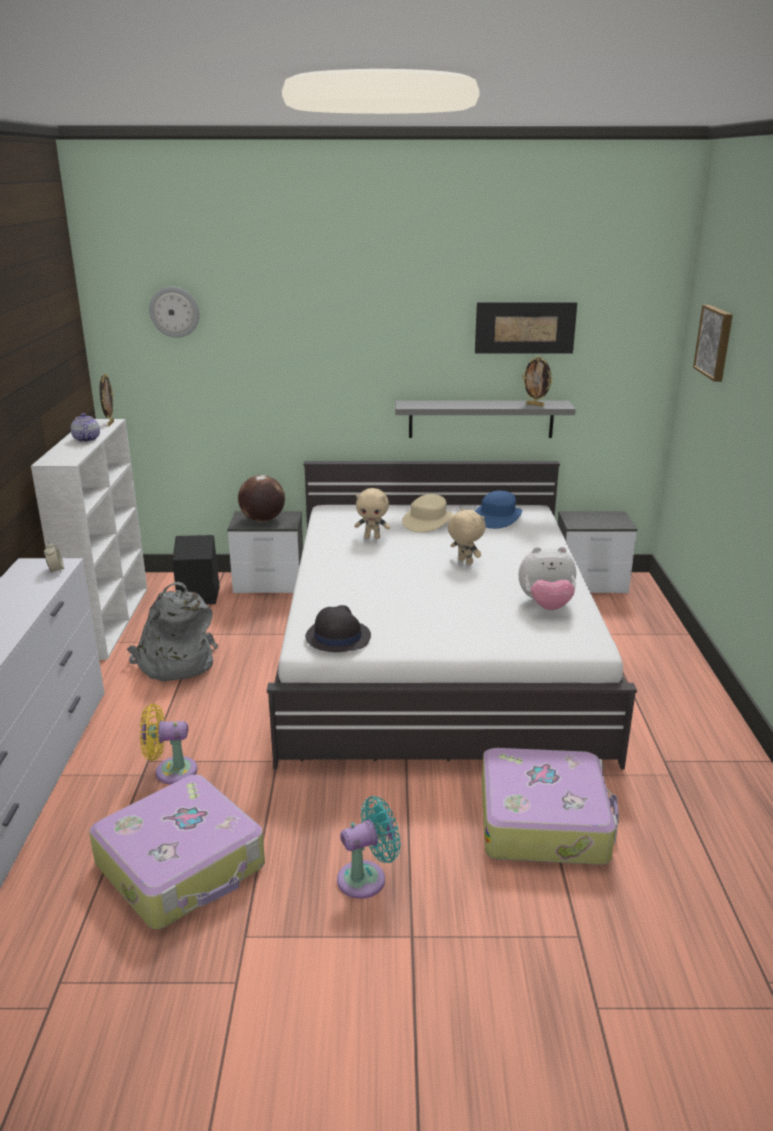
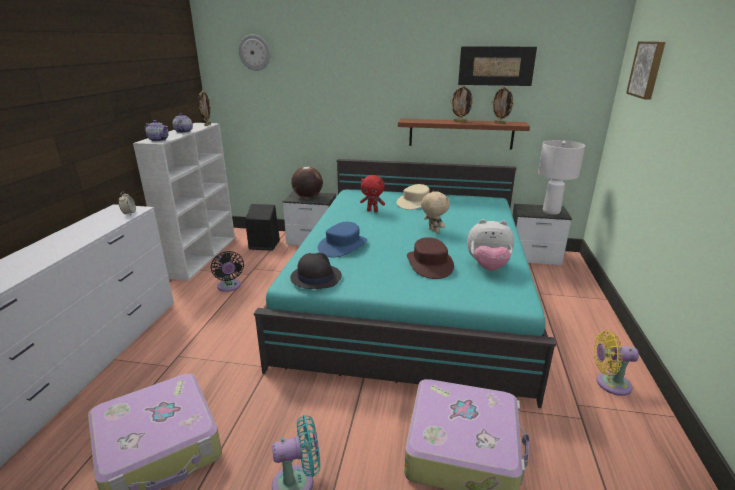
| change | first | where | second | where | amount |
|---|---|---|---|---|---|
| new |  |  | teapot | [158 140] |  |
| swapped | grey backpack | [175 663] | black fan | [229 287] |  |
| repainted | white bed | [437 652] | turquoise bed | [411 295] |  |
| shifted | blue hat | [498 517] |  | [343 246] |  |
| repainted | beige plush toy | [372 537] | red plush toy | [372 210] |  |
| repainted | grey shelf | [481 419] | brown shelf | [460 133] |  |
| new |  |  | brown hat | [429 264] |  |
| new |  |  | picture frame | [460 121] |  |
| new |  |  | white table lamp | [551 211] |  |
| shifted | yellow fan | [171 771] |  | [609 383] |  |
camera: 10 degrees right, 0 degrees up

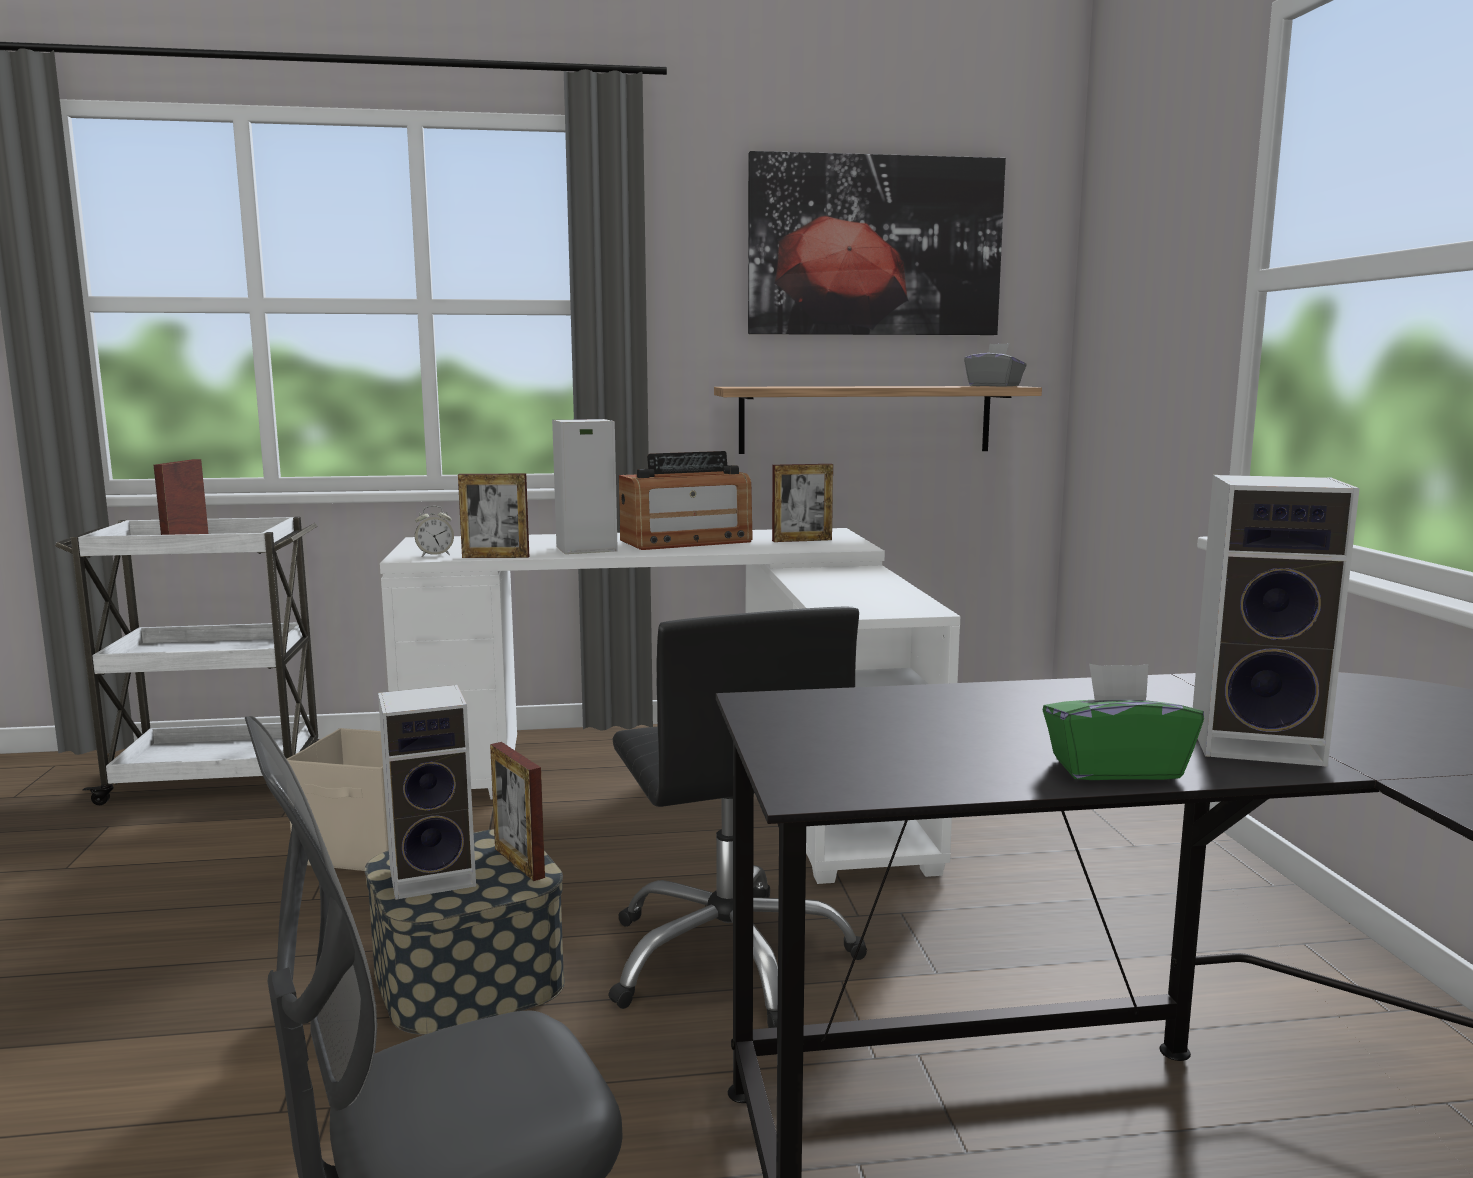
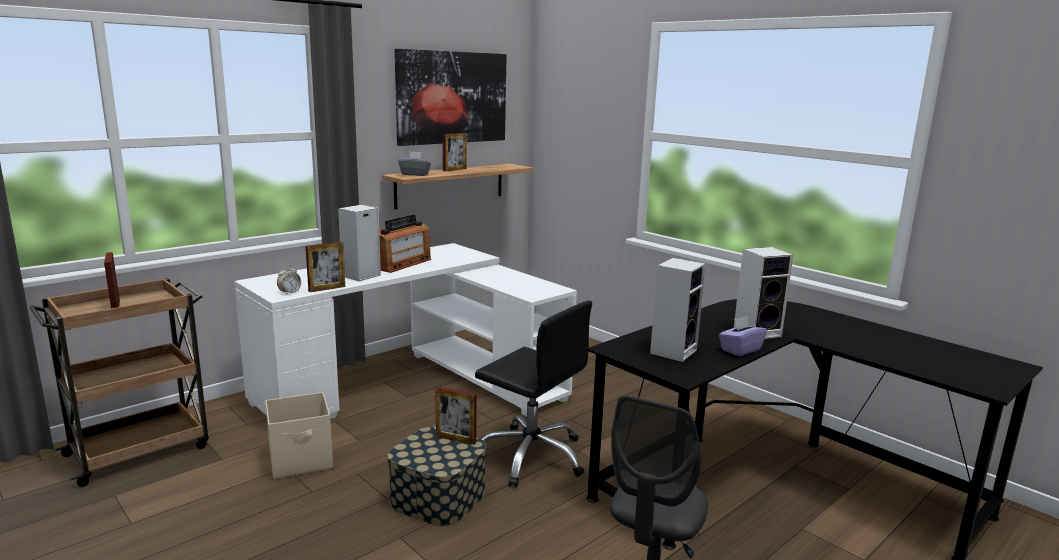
| change | first | where | second | where | amount |
|---|---|---|---|---|---|
| repainted | white cart | [218 778] | brown cart | [140 450] |  |
| shifted | grey tissue box | [994 386] |  | [415 174] |  |
| shifted | picture frame | [802 540] |  | [454 169] |  |
| shifted | speaker | [436 876] |  | [673 351] |  |
| repainted | green tissue box | [1115 768] | purple tissue box | [740 350] |  |
camera: 35 degrees left, 5 degrees up

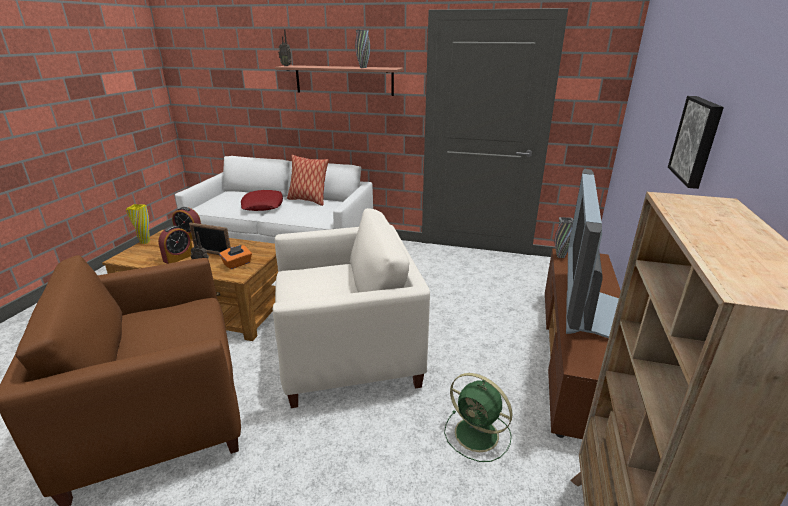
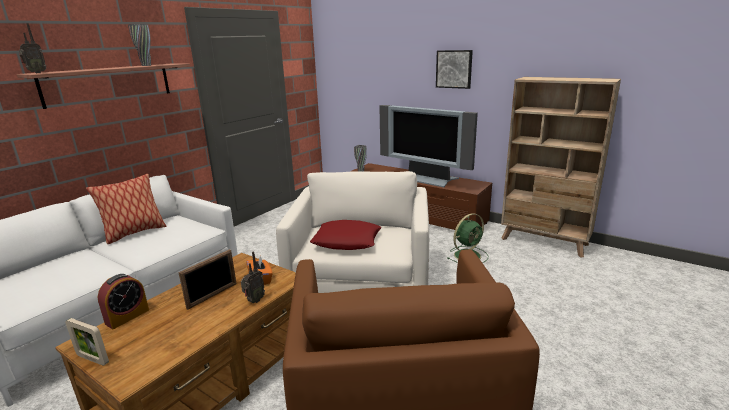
| change | first | where | second | where | amount |
|---|---|---|---|---|---|
| swapped | yellow vase | [145 242] | picture frame | [92 359] |  |
| shifted | red pillow | [263 205] |  | [347 241] |  |
| gone | alarm clock | [178 258] |  |  |  |
camera: 70 degrees left, 5 degrees down

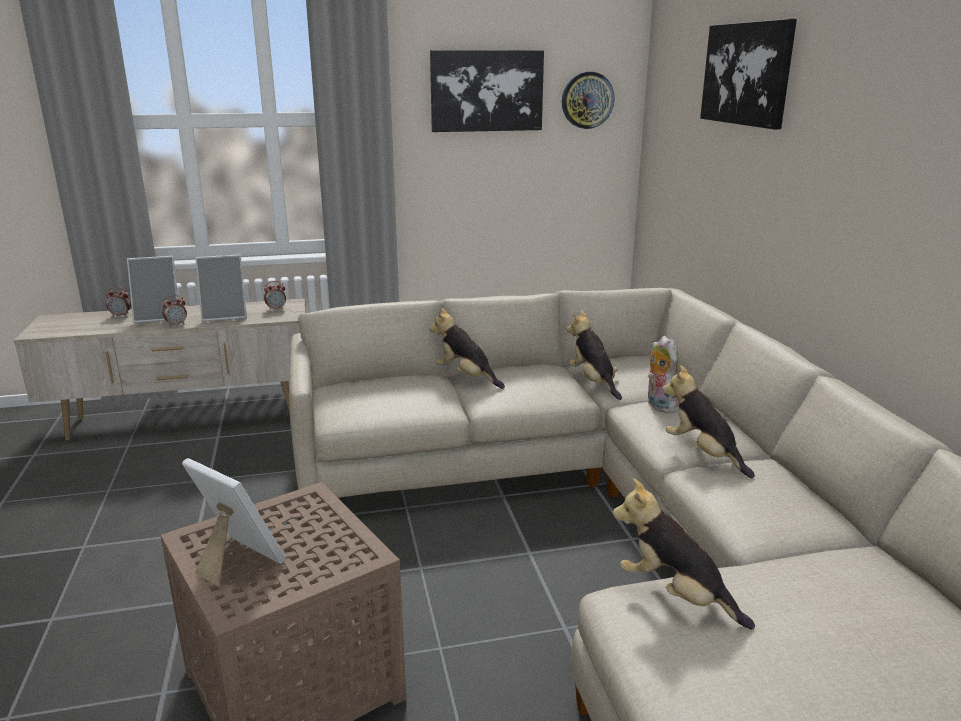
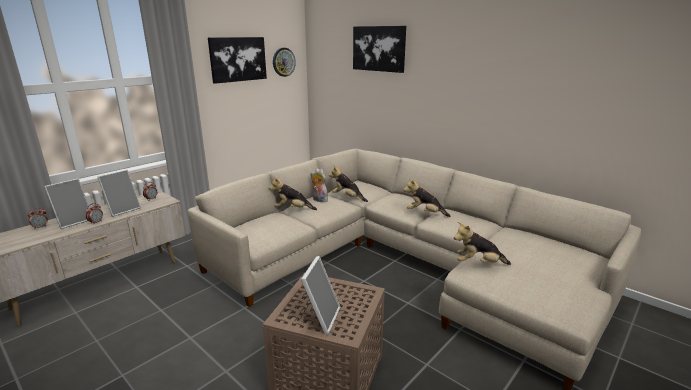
| change | first | where | second | where | amount |
|---|---|---|---|---|---|
| rotated | picture frame | [236 561] |  | [319 318] | 105 degrees clockwise |
| shifted | plush toy | [658 405] |  | [319 200] |  |
camera: 35 degrees left, 0 degrees up

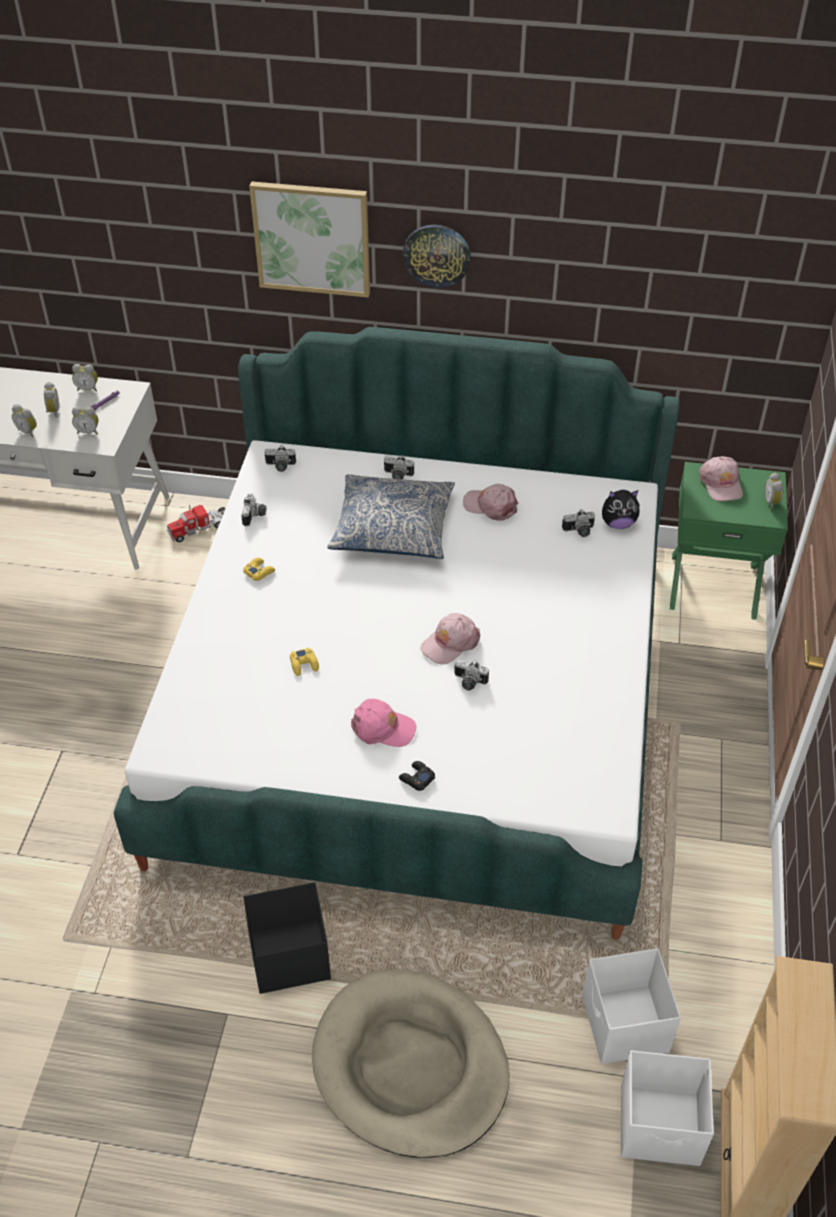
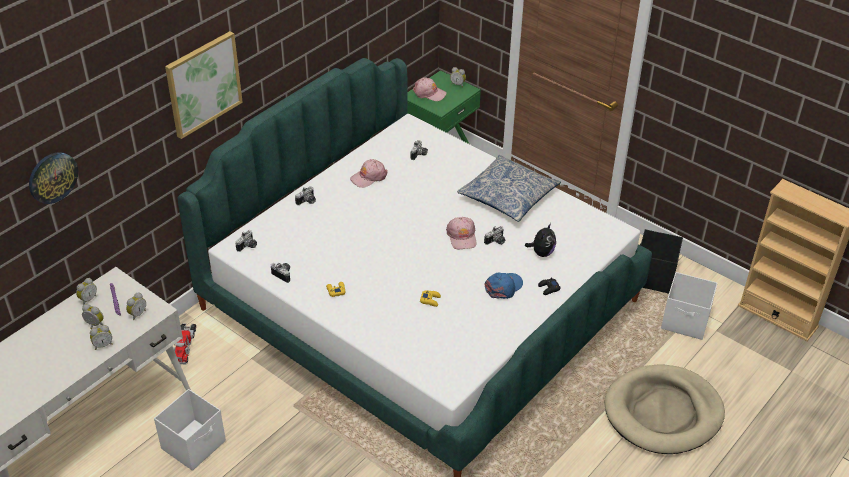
| change | first | where | second | where | amount |
|---|---|---|---|---|---|
| shifted | wall clock | [437 255] |  | [52 177] |  |
| shifted | white storage box | [661 1126] |  | [194 445] |  |
| shifted | pillow | [392 528] |  | [508 196] |  |
| repainted | pink cap | [383 728] | blue cap | [503 287] |  |
| shifted | plush toy | [618 523] |  | [541 252] |  |
| shifted | black storage box | [288 956] |  | [653 277] |  |
camera: 60 degrees left, 5 degrees down

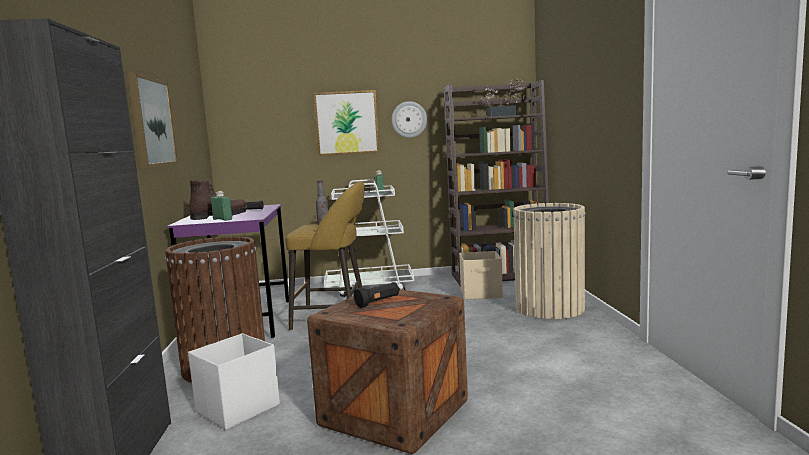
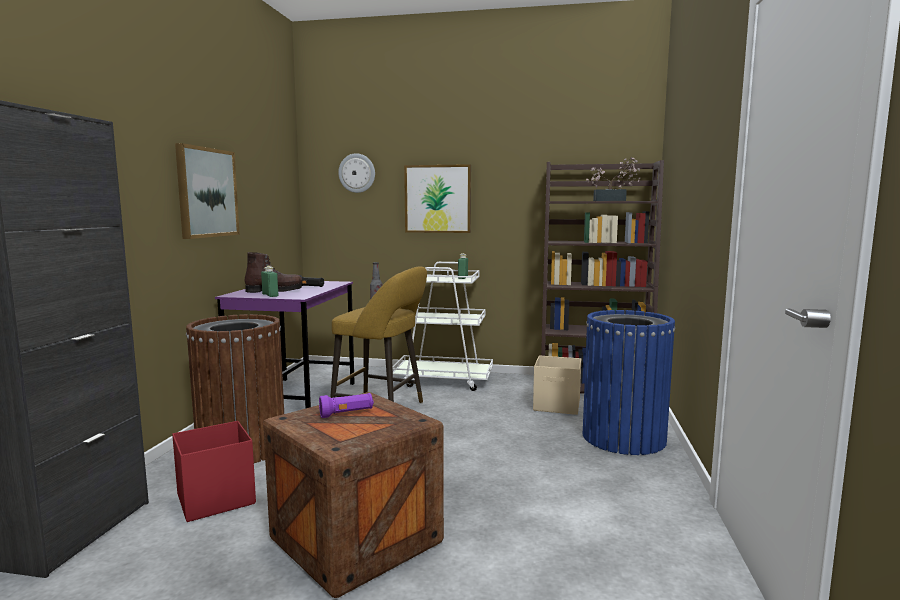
| change | first | where | second | where | amount |
|---|---|---|---|---|---|
| repainted | white storage box | [236 409] | red storage box | [214 499] |  |
| repainted | black flashlight | [378 302] | purple flashlight | [347 414] |  |
| shifted | wall clock | [409 119] |  | [357 173] |  |
| repainted | beige trash can | [549 308] | blue trash can | [623 437] |  |
camera: 15 degrees right, 0 degrees up

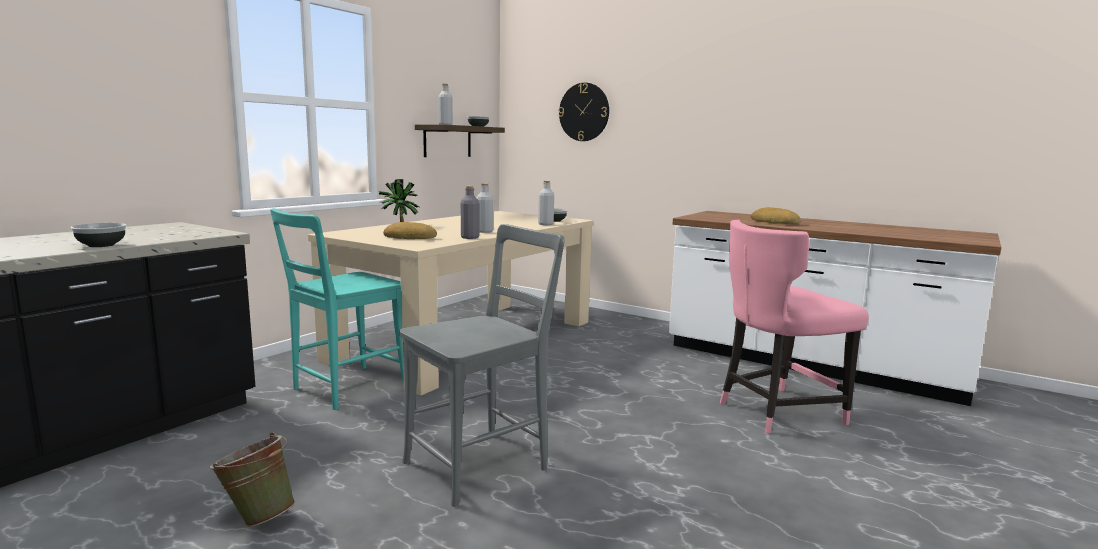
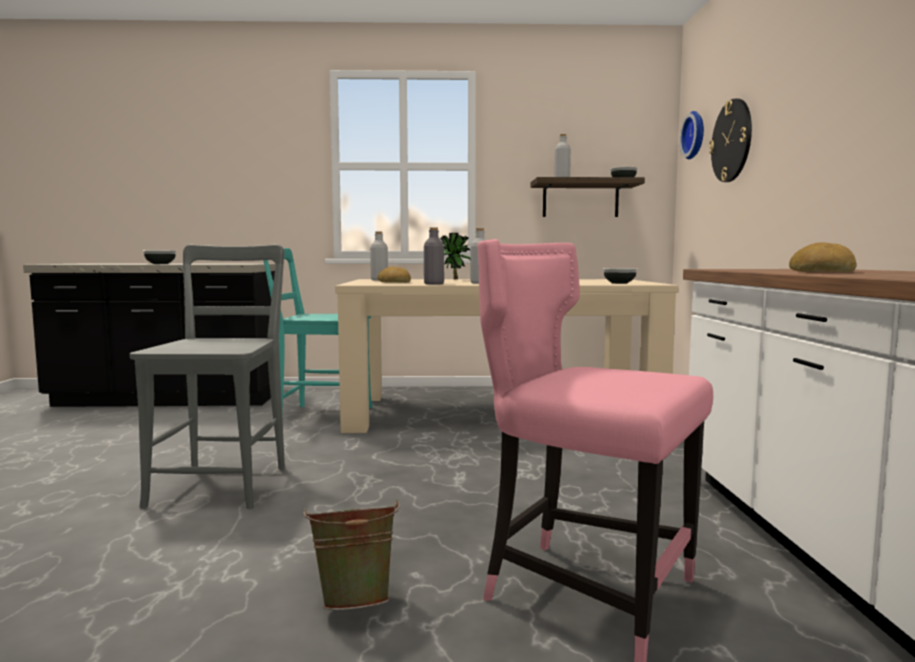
| change | first | where | second | where | amount |
|---|---|---|---|---|---|
| rotated | grey chair | [482 463] |  | [223 483] | 105 degrees counterclockwise |
| shifted | green bucket | [257 517] |  | [355 601] |  |
| shifted | grey bottle | [545 224] |  | [379 280] |  |
| new |  |  | wall clock | [695 135] |  |
camera: 55 degrees right, 5 degrees down

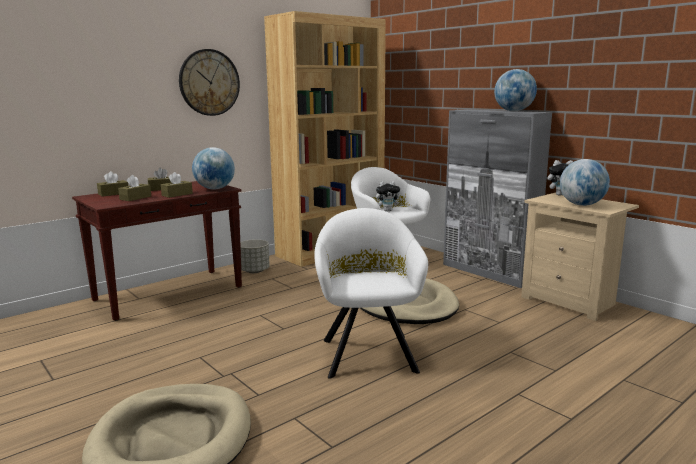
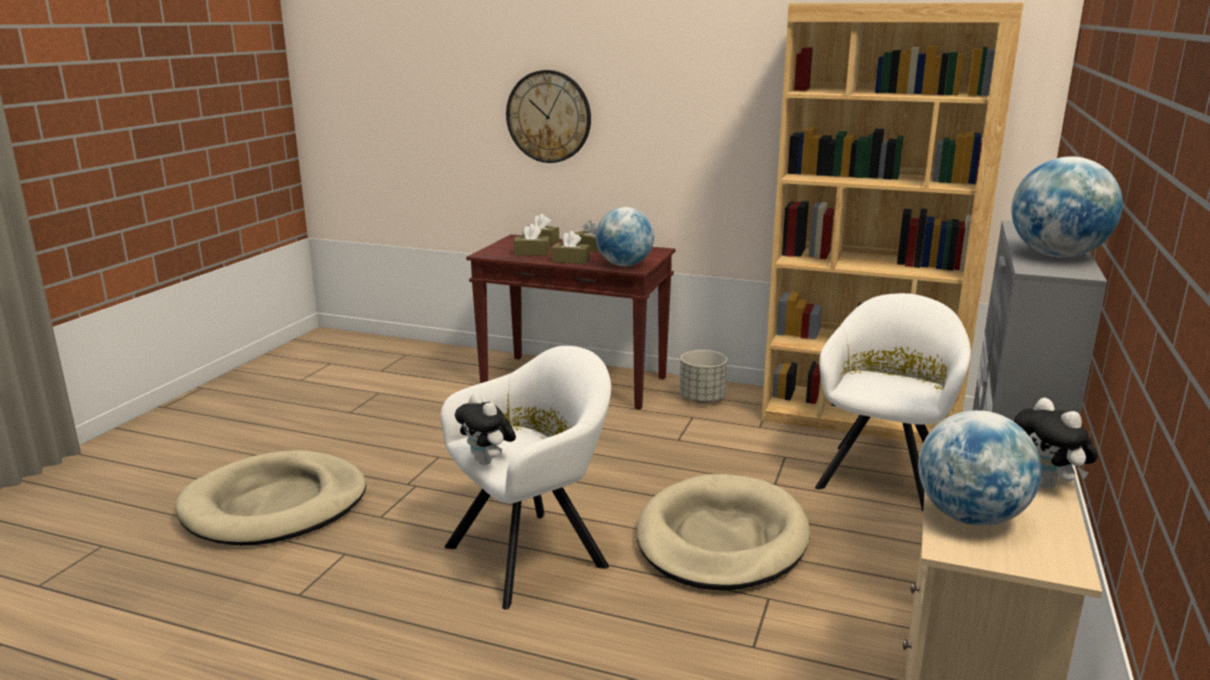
| change | first | where | second | where | amount |
|---|---|---|---|---|---|
| shifted | plush toy | [388 210] |  | [487 462] |  |
| shifted | wall clock | [209 82] |  | [549 116] |  |
camera: 60 degrees right, 5 degrees up

